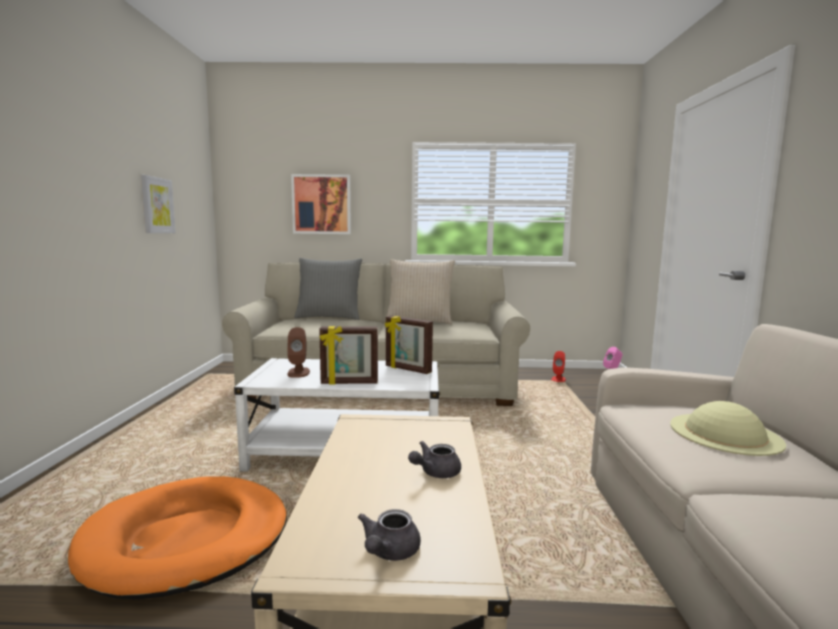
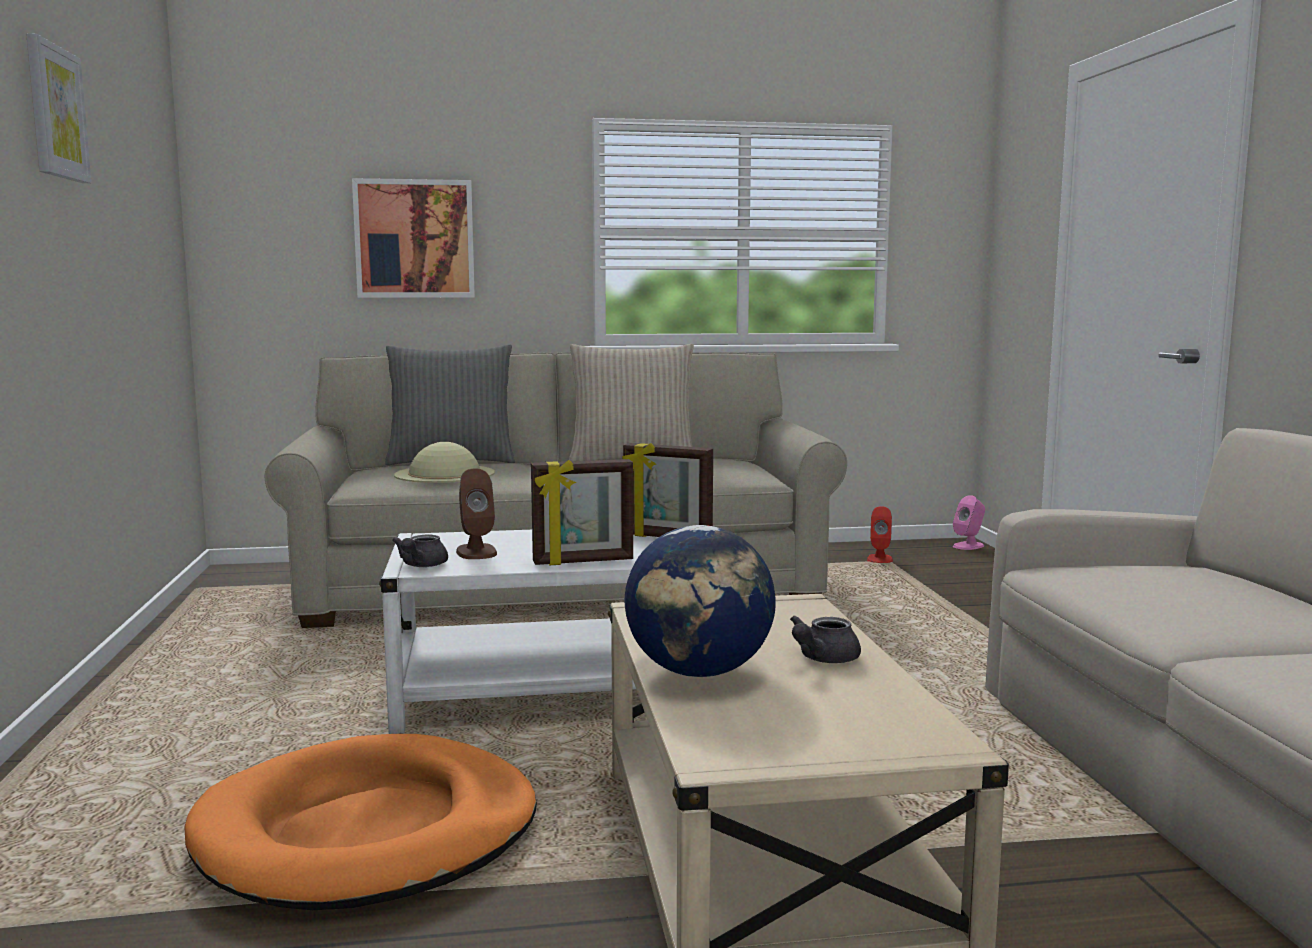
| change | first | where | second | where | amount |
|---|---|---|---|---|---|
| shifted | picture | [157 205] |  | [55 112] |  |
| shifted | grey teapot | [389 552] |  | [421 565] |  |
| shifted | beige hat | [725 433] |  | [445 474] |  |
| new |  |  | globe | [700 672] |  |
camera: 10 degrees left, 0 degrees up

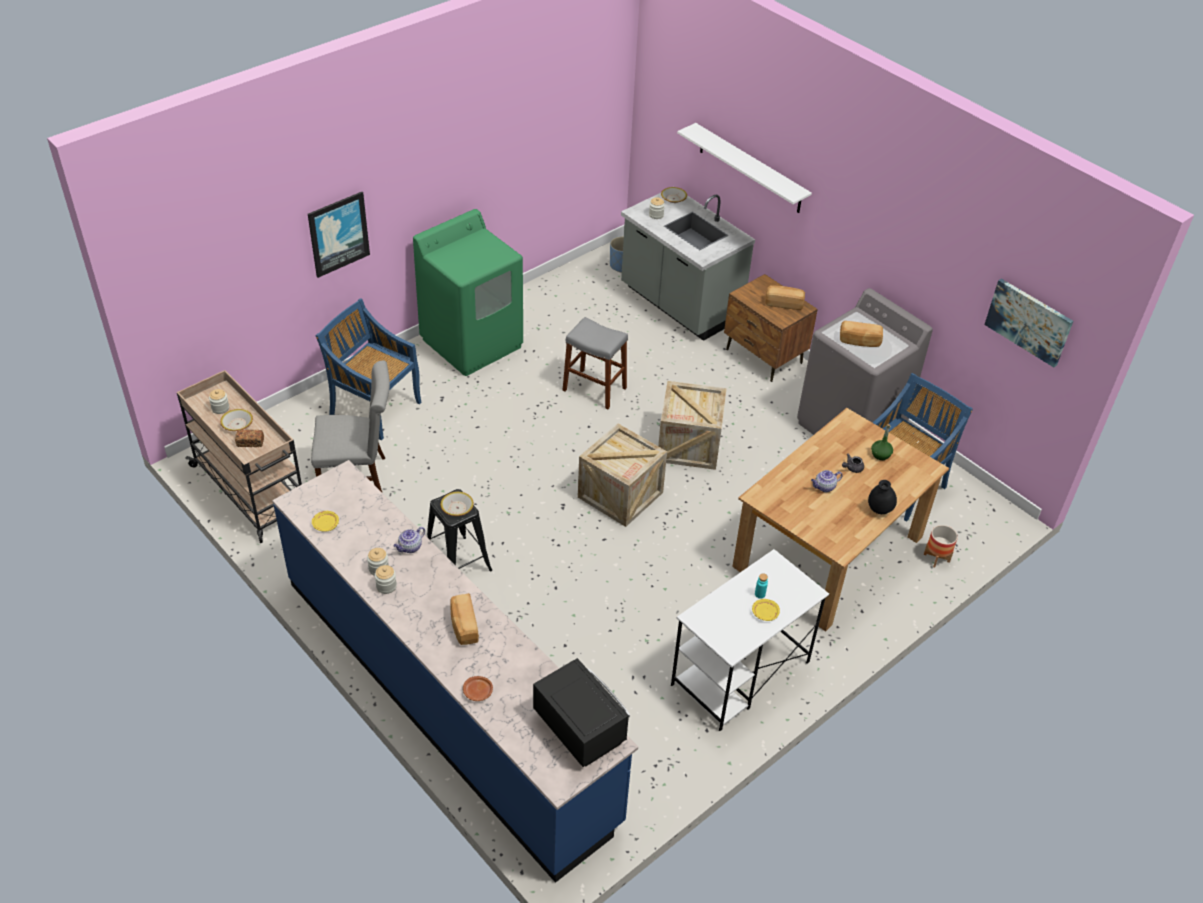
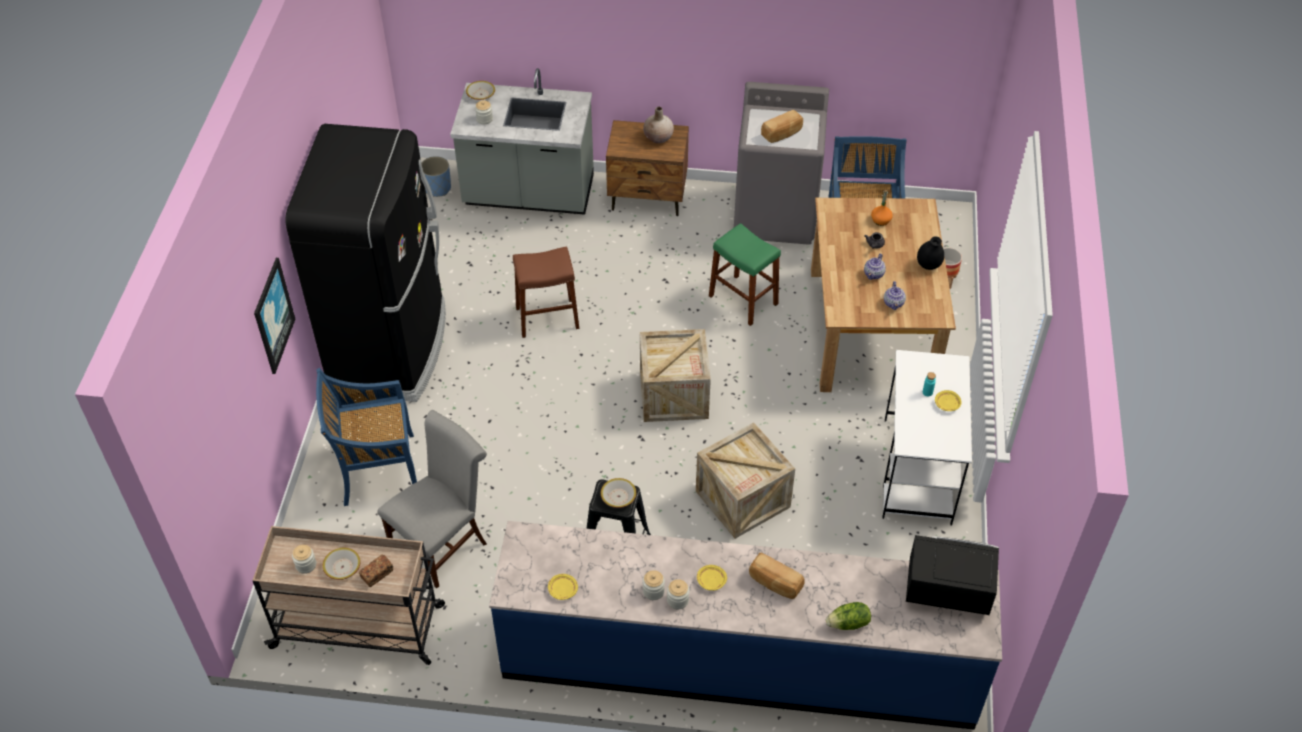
| change | first | where | second | where | amount |
|---|---|---|---|---|---|
| swapped | green washing machine | [472 343] | black fridge | [391 347] |  |
| repainted | grey stool | [594 389] | brown stool | [547 318] |  |
| swapped | bread | [784 303] | beige vase | [658 137] |  |
| shifted | crate | [689 445] |  | [742 499] |  |
| new |  |  | yellow plate | [711 580] |  |
| new |  |  | green stool | [743 300] |  |
| swapped | brown plate | [478 692] | lettuce | [848 624] |  |
| repainted | green bottle | [880 454] | orange bottle | [880 220] |  |
| shifted | teapot | [410 547] |  | [894 303] |  |
| gone | white shelf | [750 169] |  |  |  |
| gone | picture | [1029 321] |  |  |  |
camera: 40 degrees left, 5 degrees up

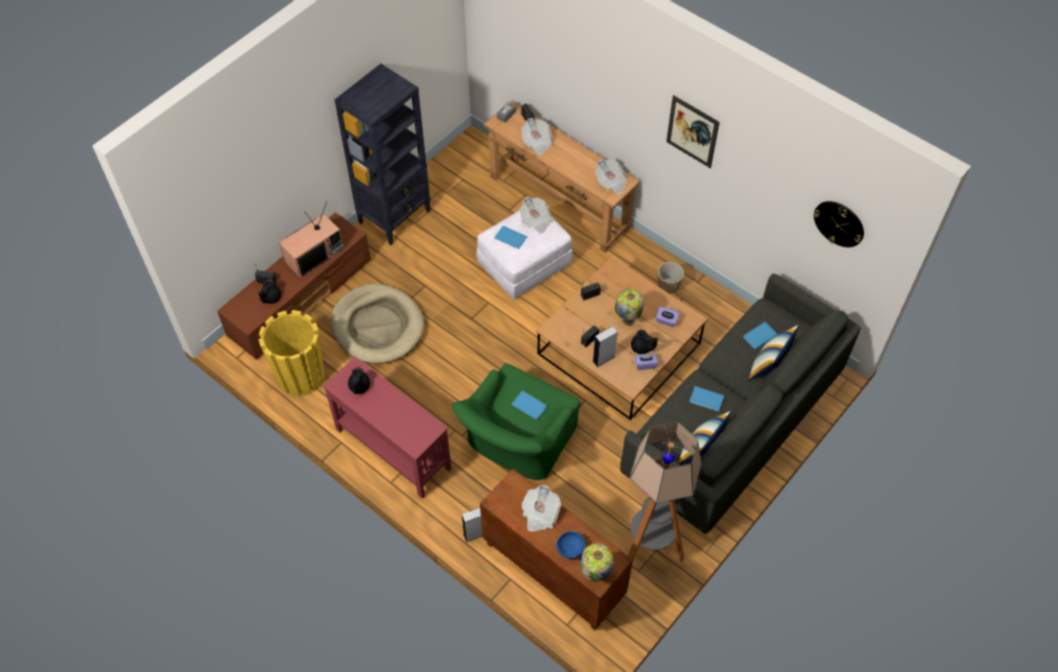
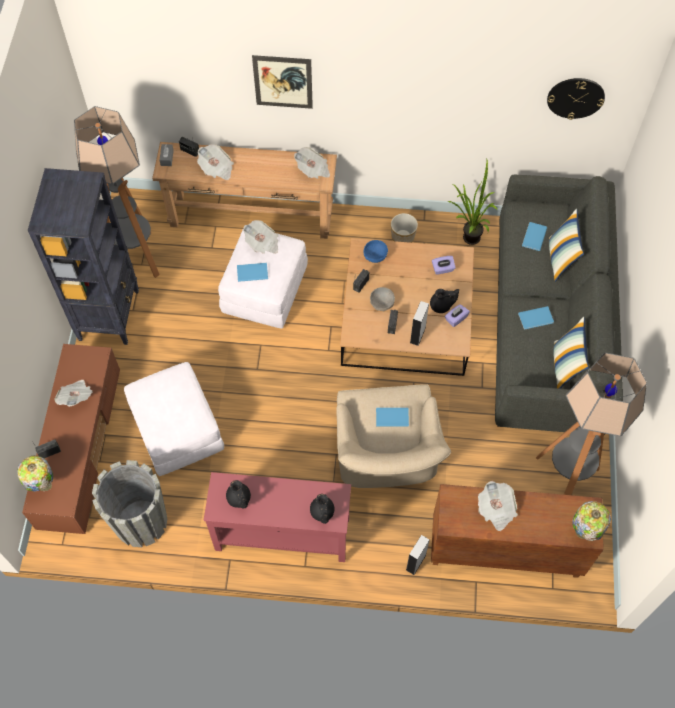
| change | first | where | second | where | amount |
|---|---|---|---|---|---|
| shifted | table lamp | [627 320] |  | [43 485] |  |
| swapped | television | [314 254] | newspaper | [76 397] |  |
| new |  |  | floor lamp | [137 257] |  |
| repainted | yellow planter | [301 376] | grey planter | [141 522] |  |
| swapped | beige dog bed | [377 326] | white ottoman | [176 429] |  |
| shifted | picture | [692 131] |  | [283 82] |  |
| shifted | black teapot | [270 298] |  | [322 512] |  |
| repainted | green armchair | [517 443] | beige armchair | [386 457] |  |
| shifted | blue bowl | [570 548] |  | [375 255] |  |
| new |  |  | grey bowl | [382 303] |  |
| new |  |  | potted plant | [467 238] |  |
camera: 35 degrees left, 5 degrees up

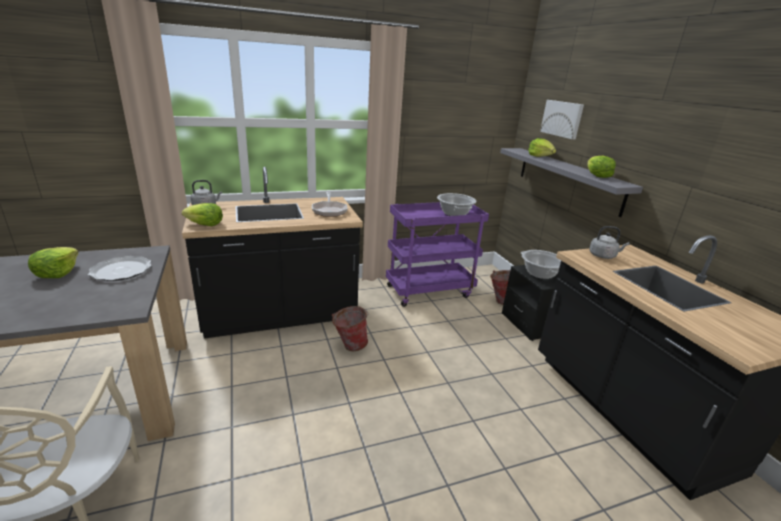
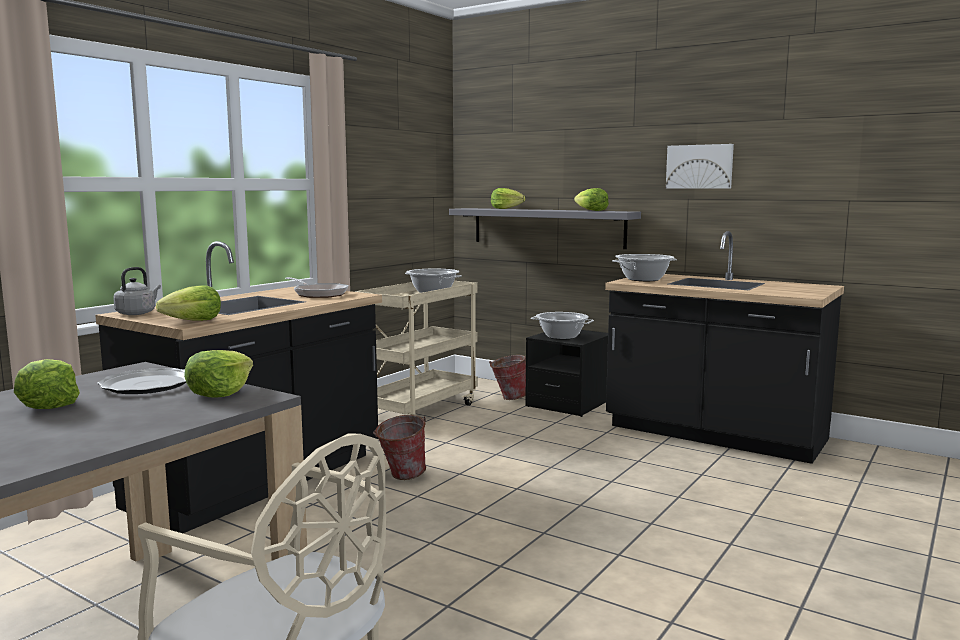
| change | first | where | second | where | amount |
|---|---|---|---|---|---|
| new |  |  | lettuce | [220 392] |  |
| repainted | purple cart | [429 291] | beige cart | [419 410] |  |
| swapped | grey kettle | [603 256] | cooking pot | [643 279] |  |
| shifted | picture | [562 119] |  | [699 166] |  |
camera: 35 degrees left, 15 degrees down

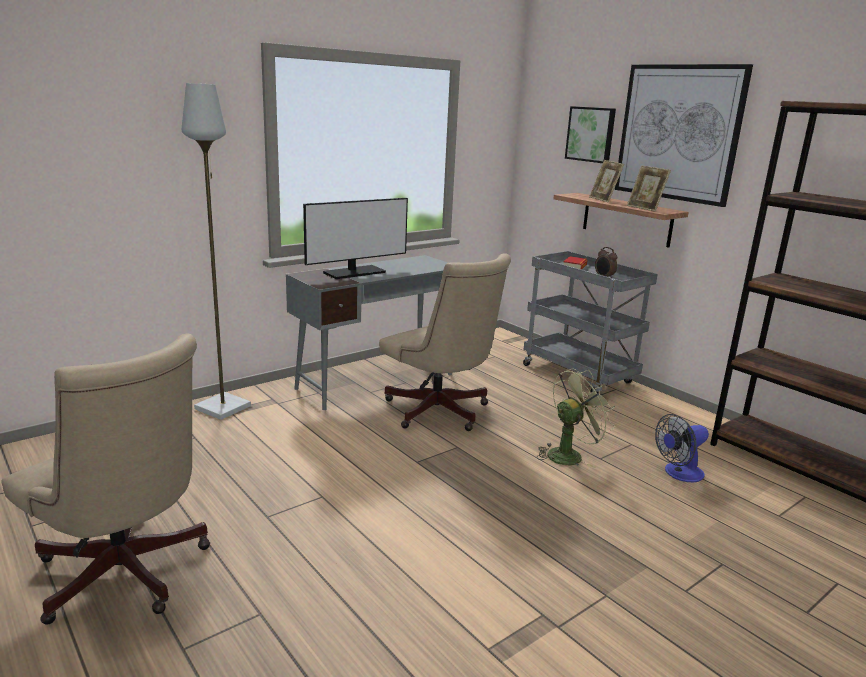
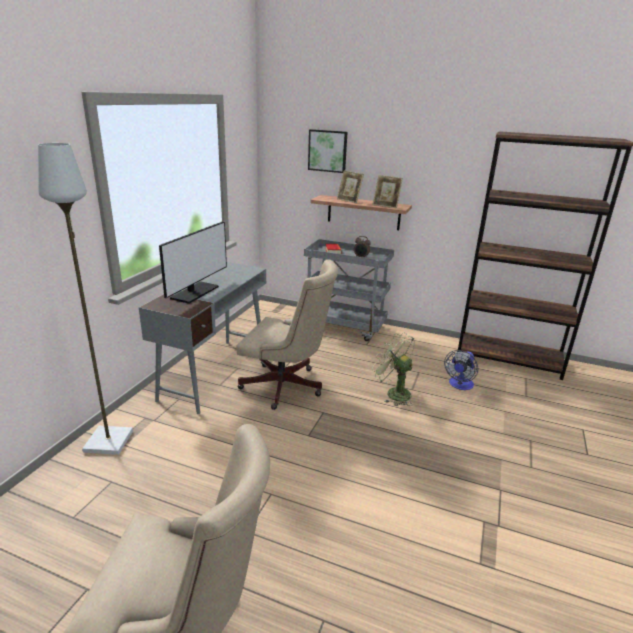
| change | first | where | second | where | amount |
|---|---|---|---|---|---|
| rotated | green fan | [569 454] |  | [393 393] | 75 degrees counterclockwise |
| gone | picture | [678 133] |  |  |  |
camera: 30 degrees left, 5 degrees up

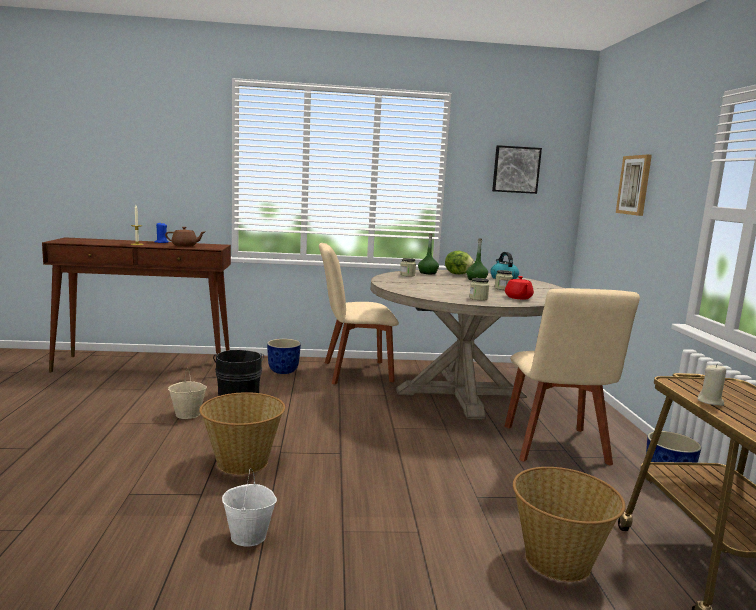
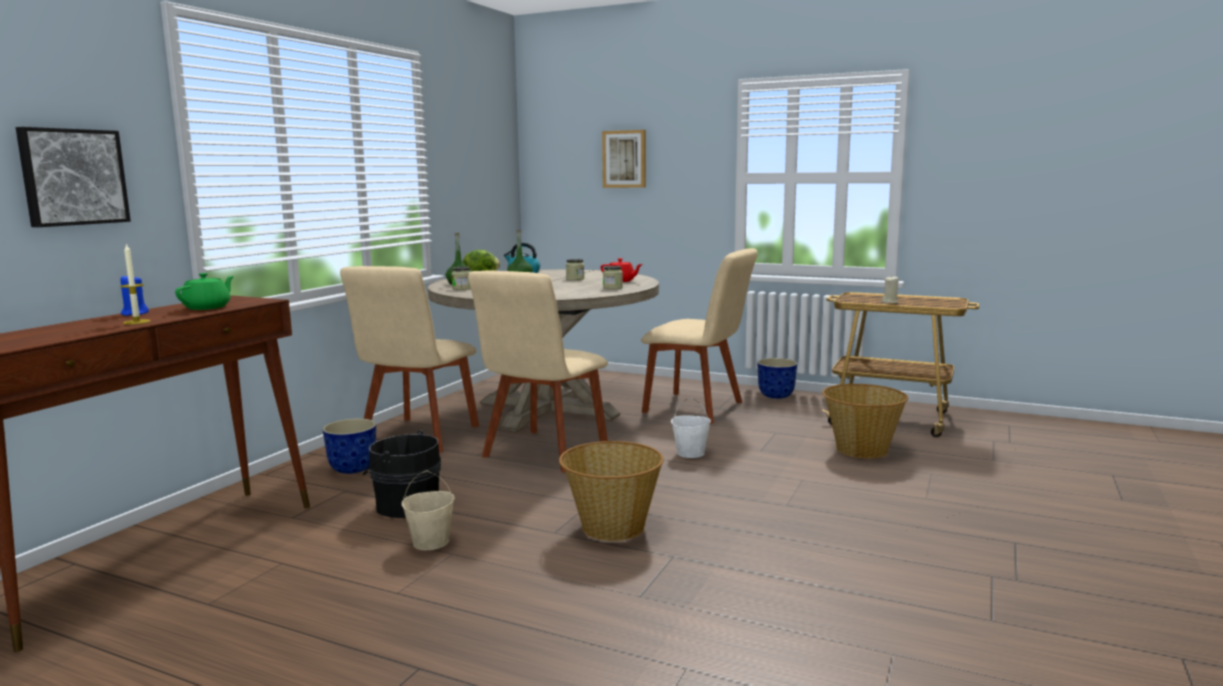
| change | first | where | second | where | amount |
|---|---|---|---|---|---|
| shifted | picture | [516 169] |  | [72 177] |  |
| repainted | brown teapot | [185 246] | green teapot | [208 307] |  |
| new |  |  | beige chair | [543 452] |  |
| shifted | white bucket | [249 536] |  | [691 453] |  |
camera: 60 degrees left, 0 degrees up

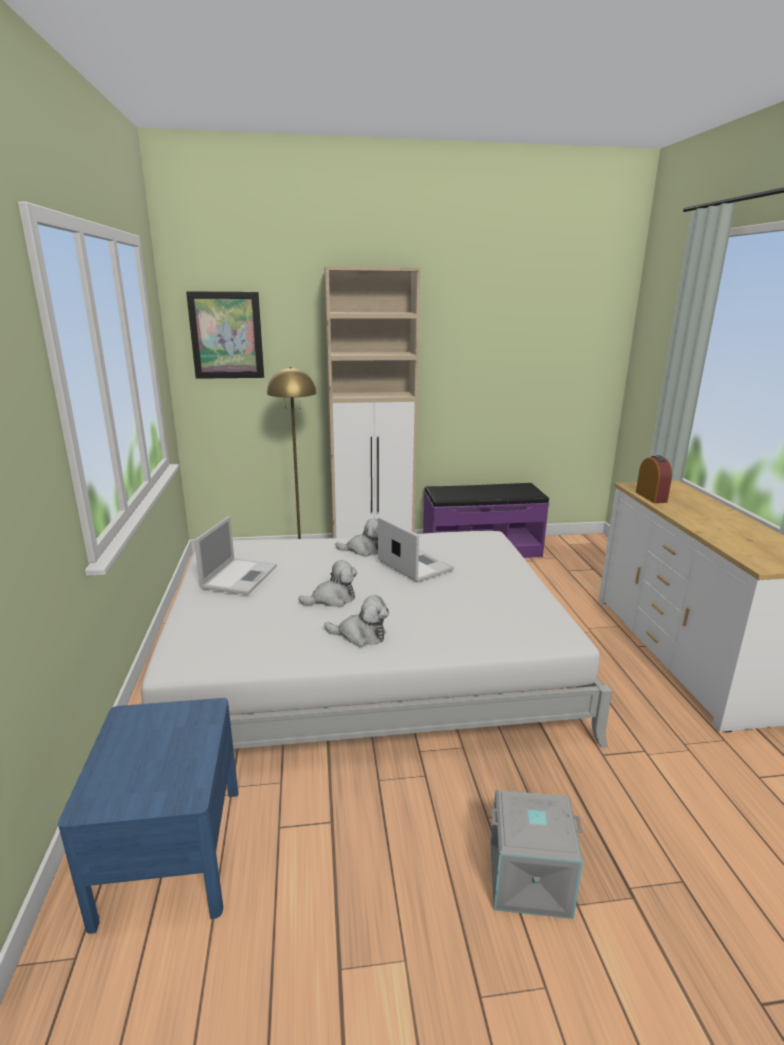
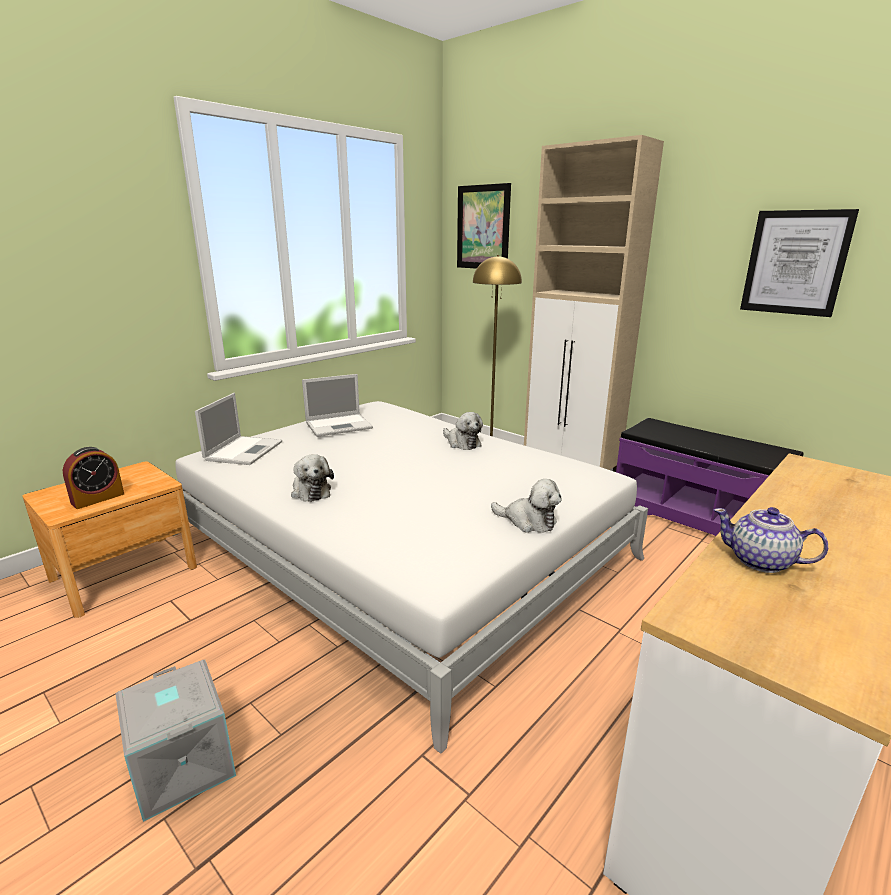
| change | first | where | second | where | amount |
|---|---|---|---|---|---|
| repainted | blue nightstand | [171 852] | brown nightstand | [124 573] |  |
| shifted | alarm clock | [651 497] |  | [98 498] |  |
| shifted | laptop | [413 565] |  | [244 450] |  |
| shifted | plush toy | [332 599] |  | [528 521] |  |
| new |  |  | teapot | [761 562] |  |
| new |  |  | picture | [795 263] |  |
camera: 50 degrees right, 0 degrees up

